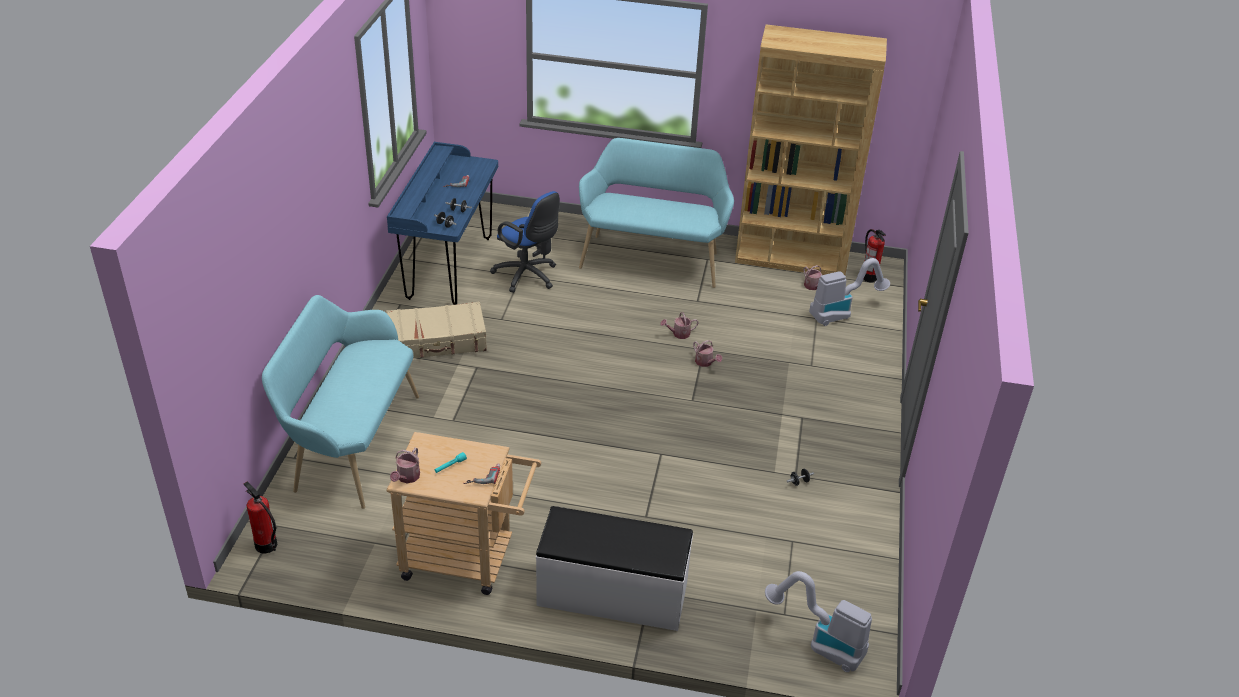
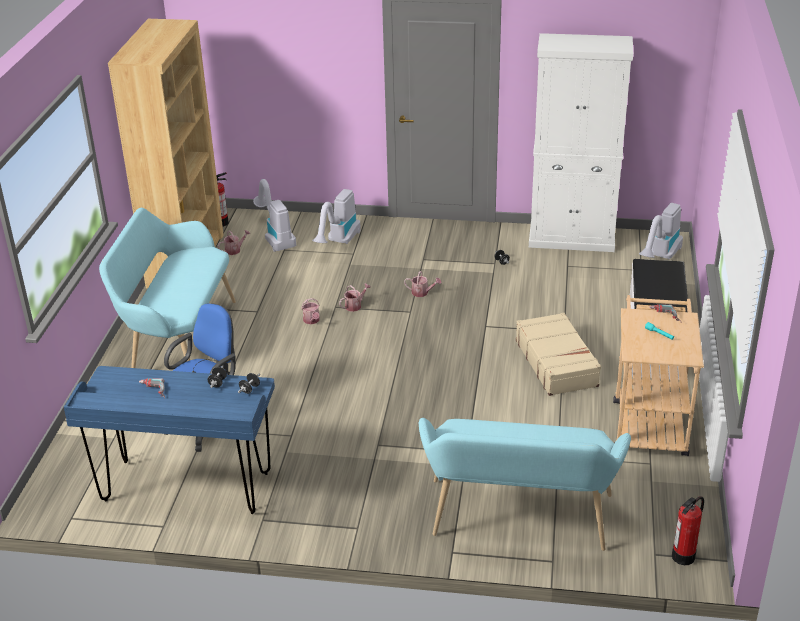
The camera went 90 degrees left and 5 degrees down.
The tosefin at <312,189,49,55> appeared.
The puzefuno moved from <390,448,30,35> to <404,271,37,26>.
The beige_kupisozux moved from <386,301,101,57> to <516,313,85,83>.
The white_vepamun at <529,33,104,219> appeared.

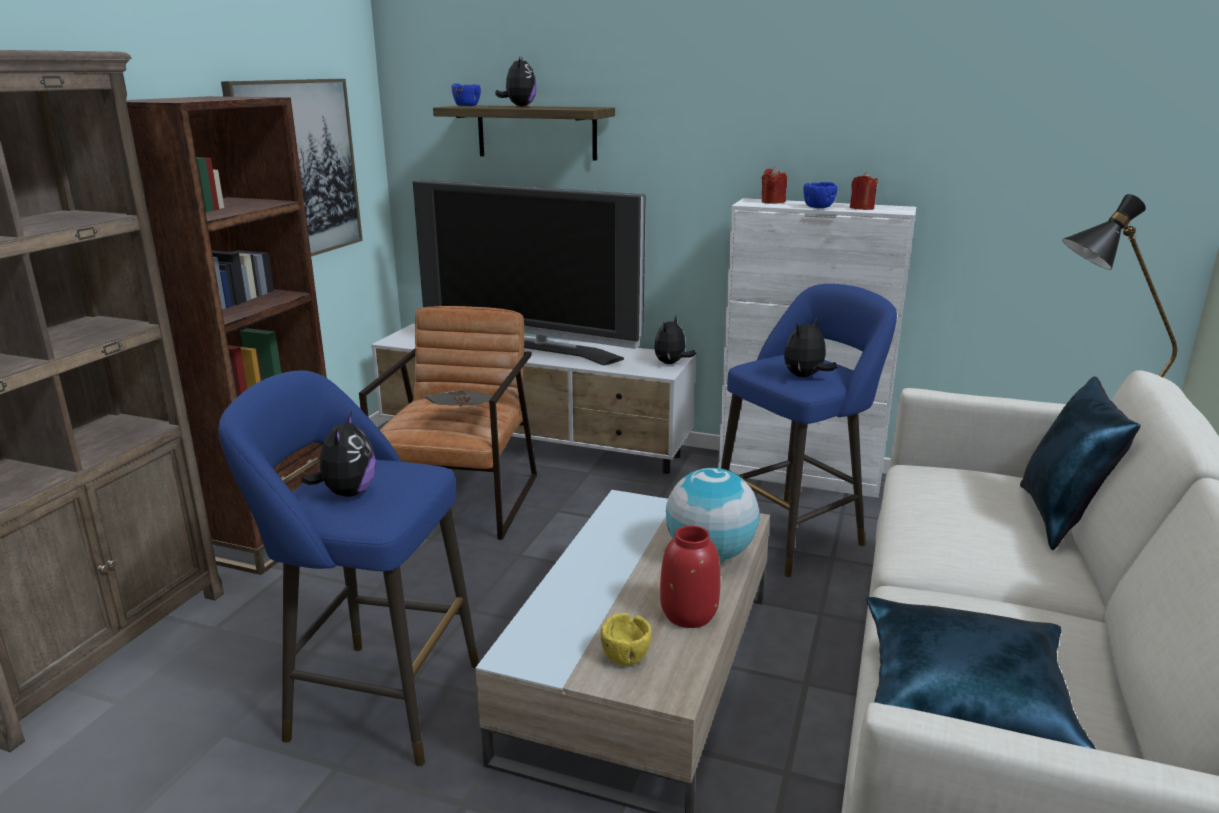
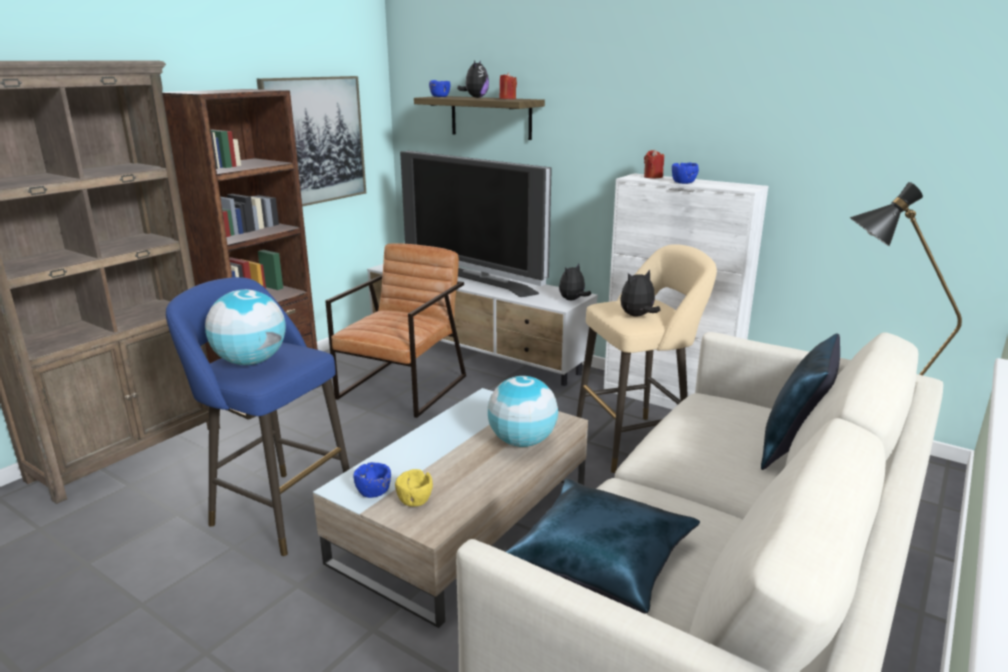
The camera went 15 degrees right and 0 degrees up.
The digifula at <301,411,75,86> was replaced by the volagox at <205,289,81,76>.
The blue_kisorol at <353,462,38,36> appeared.
The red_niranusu moved from <850,172,28,38> to <499,72,18,27>.
The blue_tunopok at <721,284,176,293> became the beige_tunopok at <576,244,141,229>.
The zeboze at <422,391,70,15> disappeared.
The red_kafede at <660,526,60,102> disappeared.

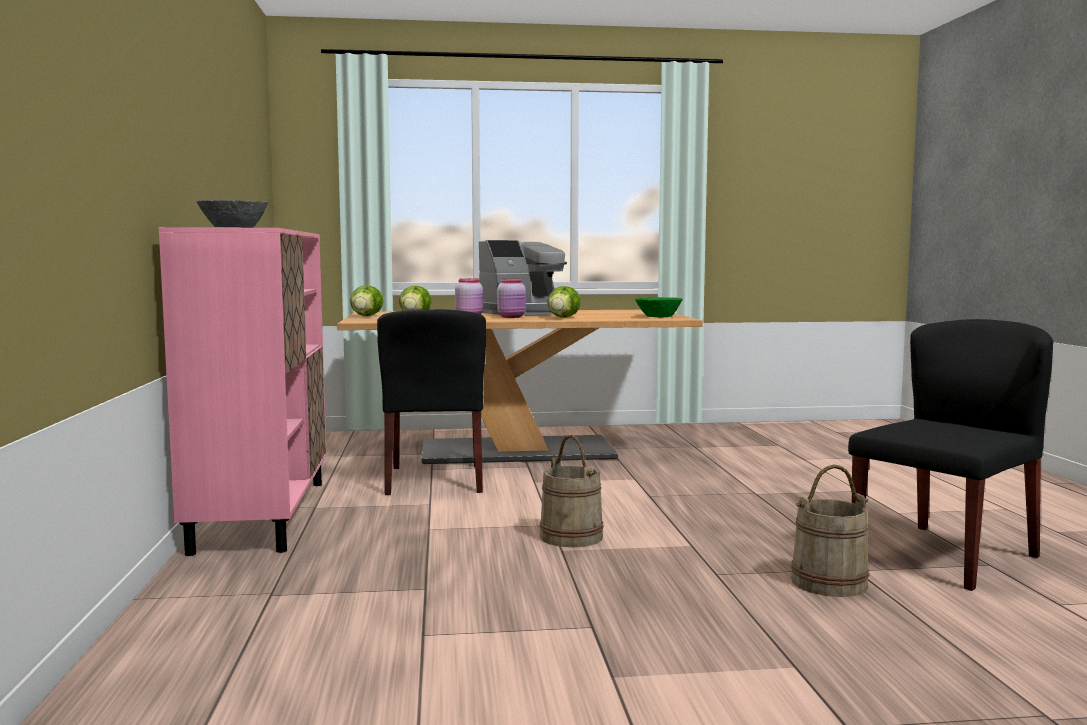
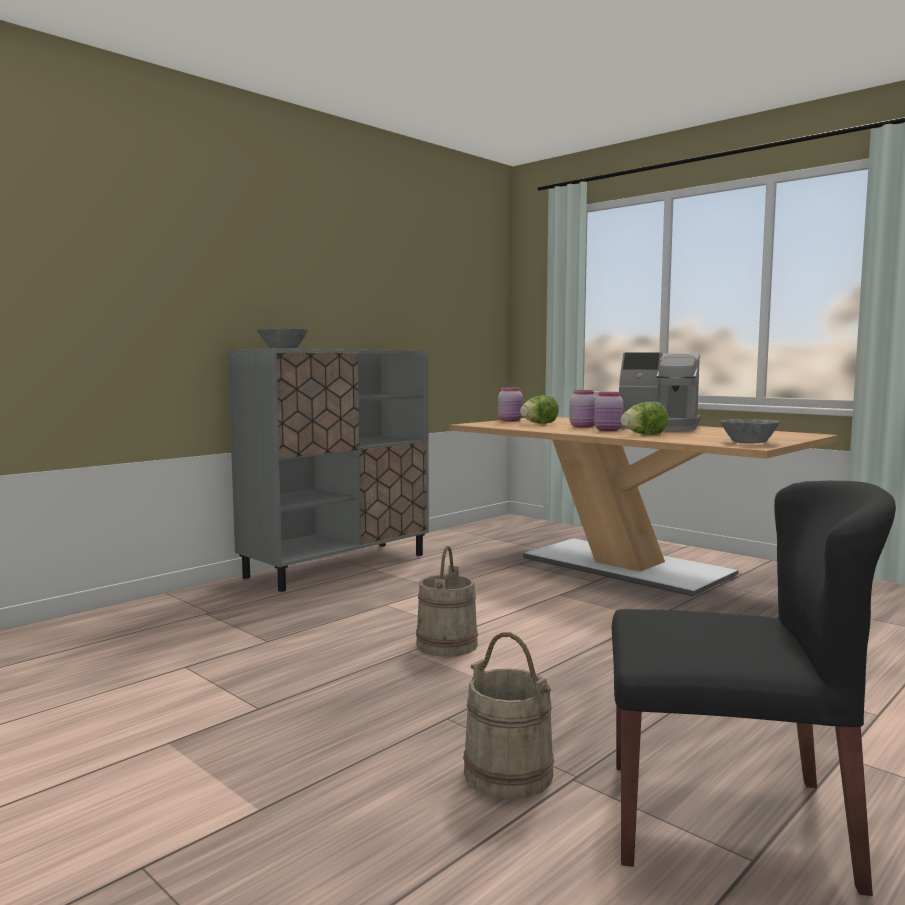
The camera went 50 degrees right and 0 degrees up.
The pink_vepamun at <159,227,167,329> became the grey_vepamun at <228,349,201,243>.
The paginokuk at <350,285,33,31> was replaced by the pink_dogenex at <498,387,25,34>.
The green_kisorol at <635,297,48,21> became the grey_kisorol at <721,419,59,25>.
The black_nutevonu at <377,309,109,186> disappeared.

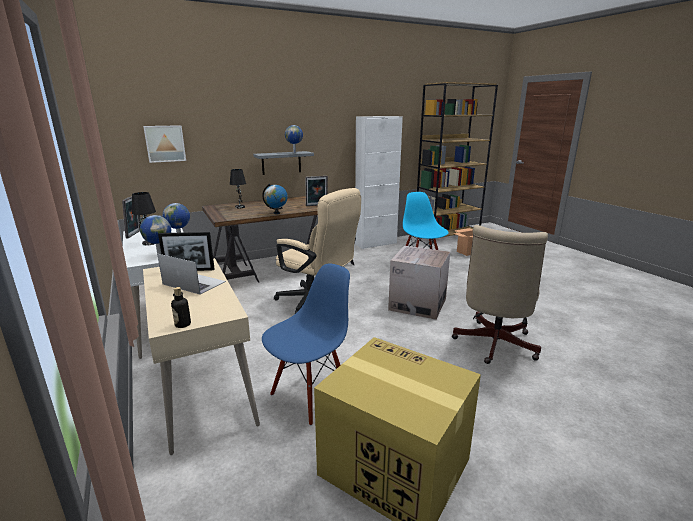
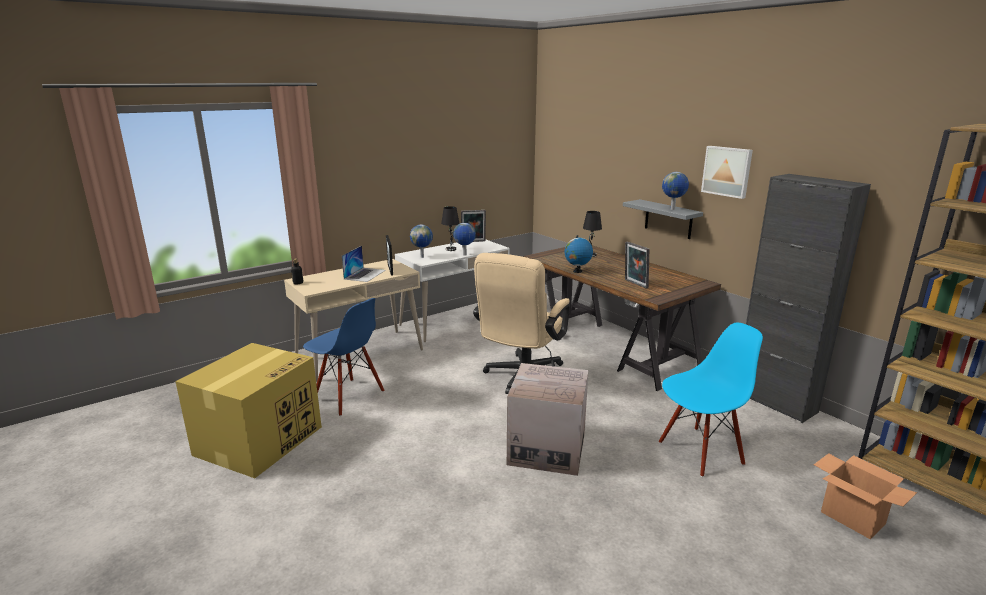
The camera went 80 degrees right and 0 degrees up.
The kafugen moved from <143,125,43,38> to <701,146,52,53>.
The white_vepamun at <355,116,48,133> became the black_vepamun at <746,174,125,249>.
The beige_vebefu at <452,225,96,139> disappeared.

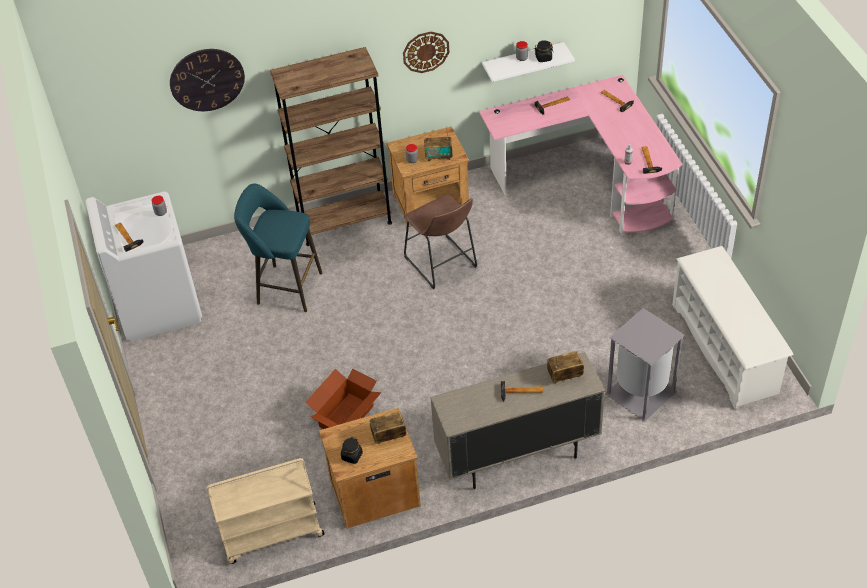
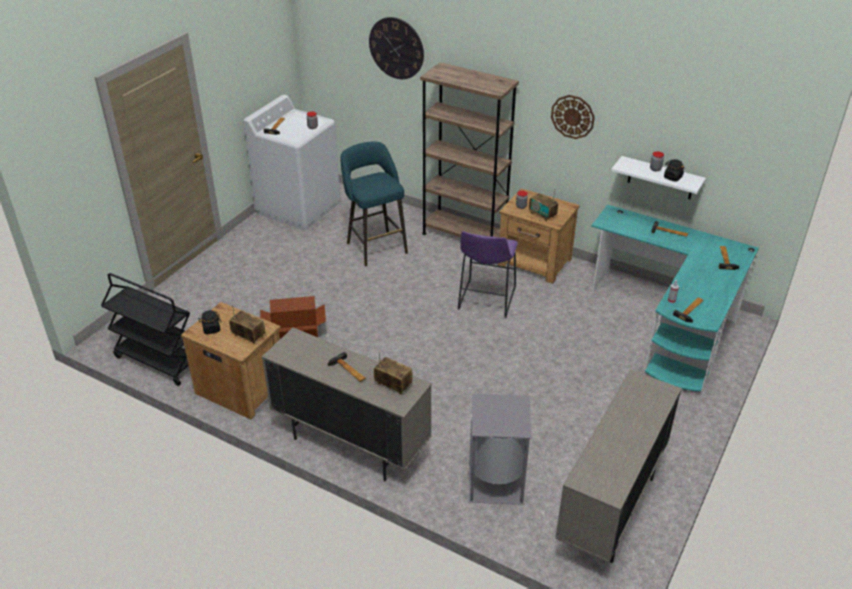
The camera went 45 degrees right and 10 degrees down.
The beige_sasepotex at <207,458,118,106> became the black_sasepotex at <101,273,89,113>.
The brown_tunopok at <404,194,73,95> became the purple_tunopok at <458,231,60,87>.
The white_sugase at <672,246,122,163> was replaced by the beige_vepamun at <555,370,127,193>.
The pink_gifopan at <479,75,203,159> became the turquoise_gifopan at <591,204,168,190>.

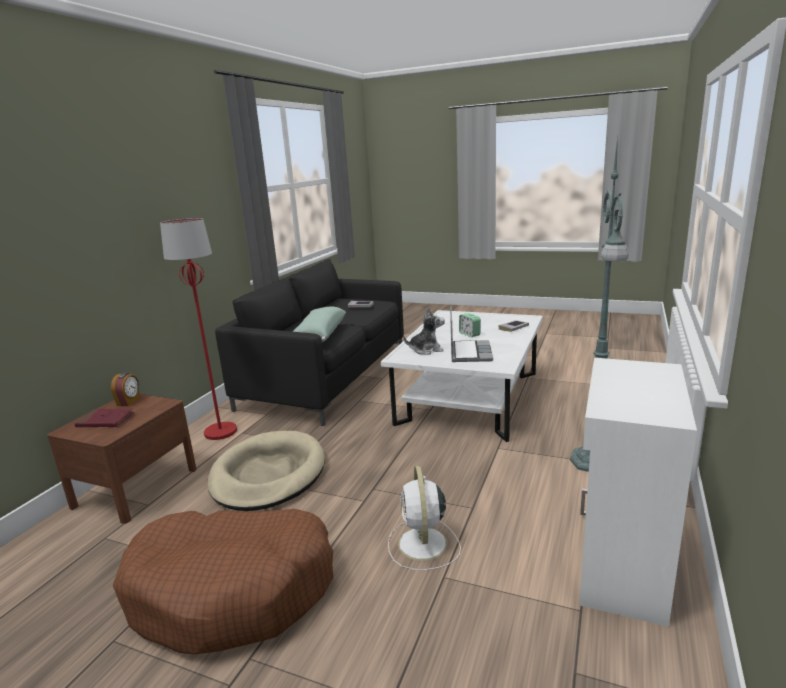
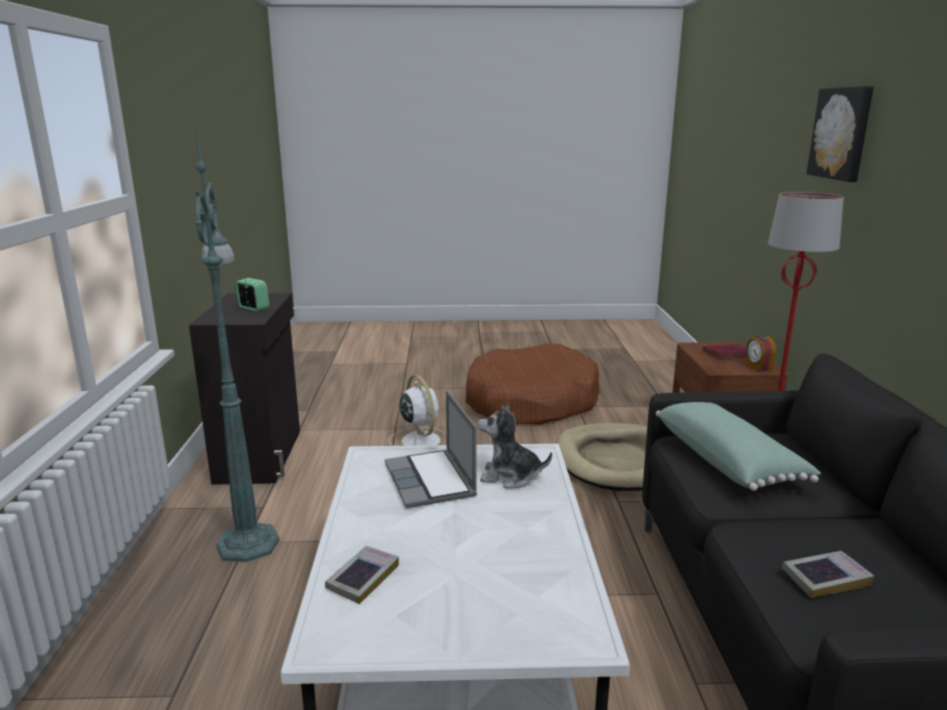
The camera went 155 degrees right and 0 degrees up.
The white_vepamun at <579,358,118,269> became the black_vepamun at <189,293,111,192>.
The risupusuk moved from <459,313,22,24> to <235,278,34,34>.
The digifula at <403,307,42,48> turned 45 degrees clockwise.
The kafugen at <806,86,68,96> appeared.

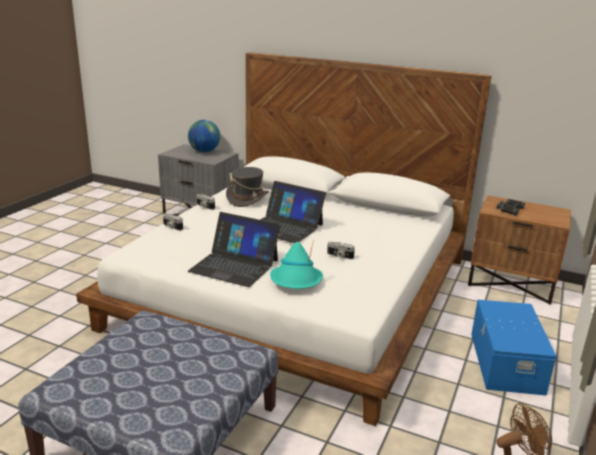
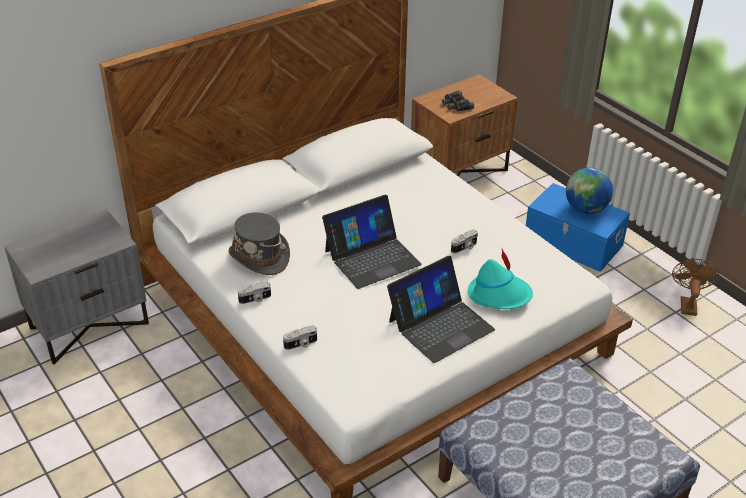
The camera went 60 degrees left and 15 degrees up.
The volagox moved from <188,120,32,32> to <566,168,47,46>.

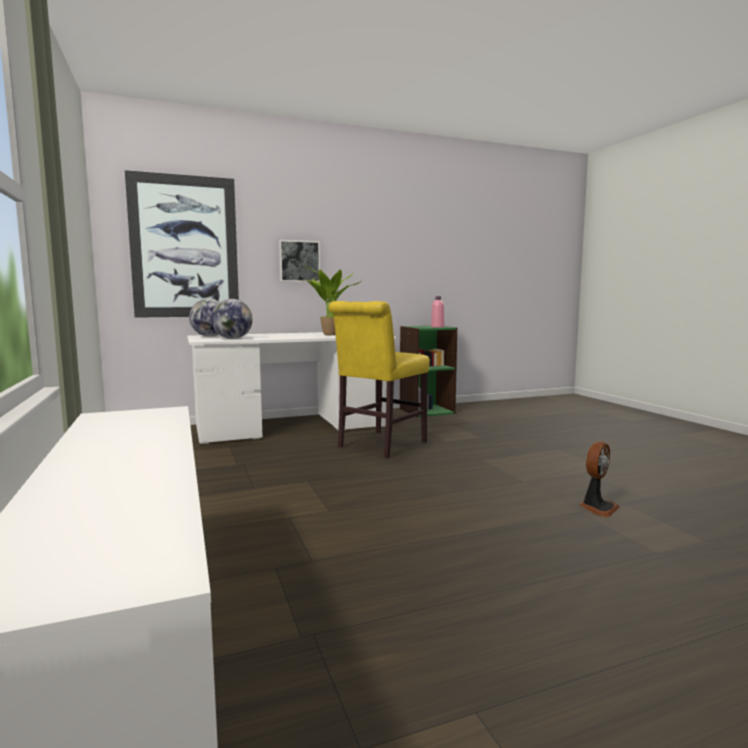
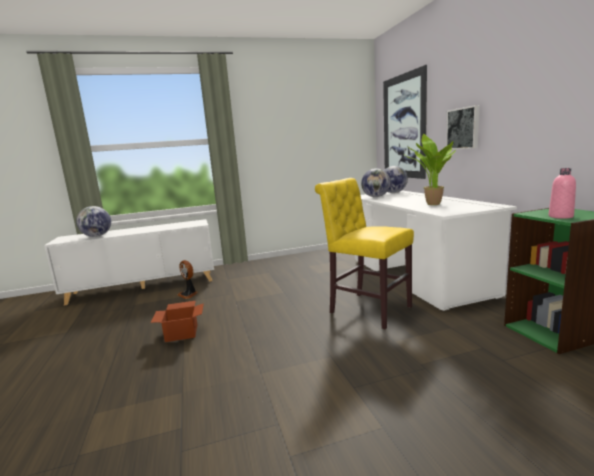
The camera went 95 degrees right and 5 degrees up.
The volagox at <76,206,35,31> appeared.
The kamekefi at <151,301,53,41> appeared.
The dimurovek moved from <579,442,41,75> to <178,260,20,39>.

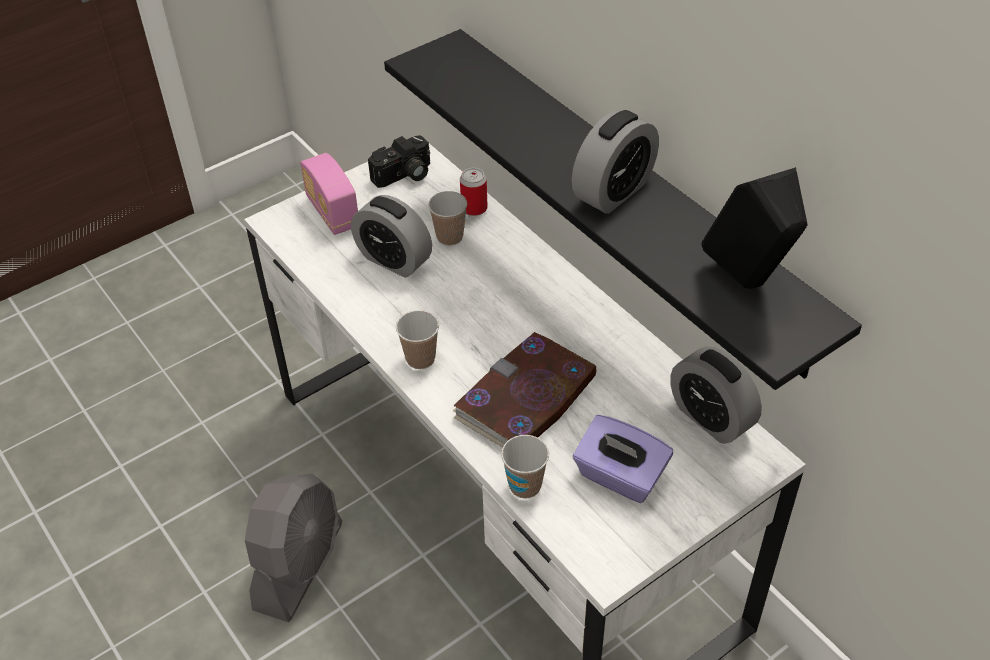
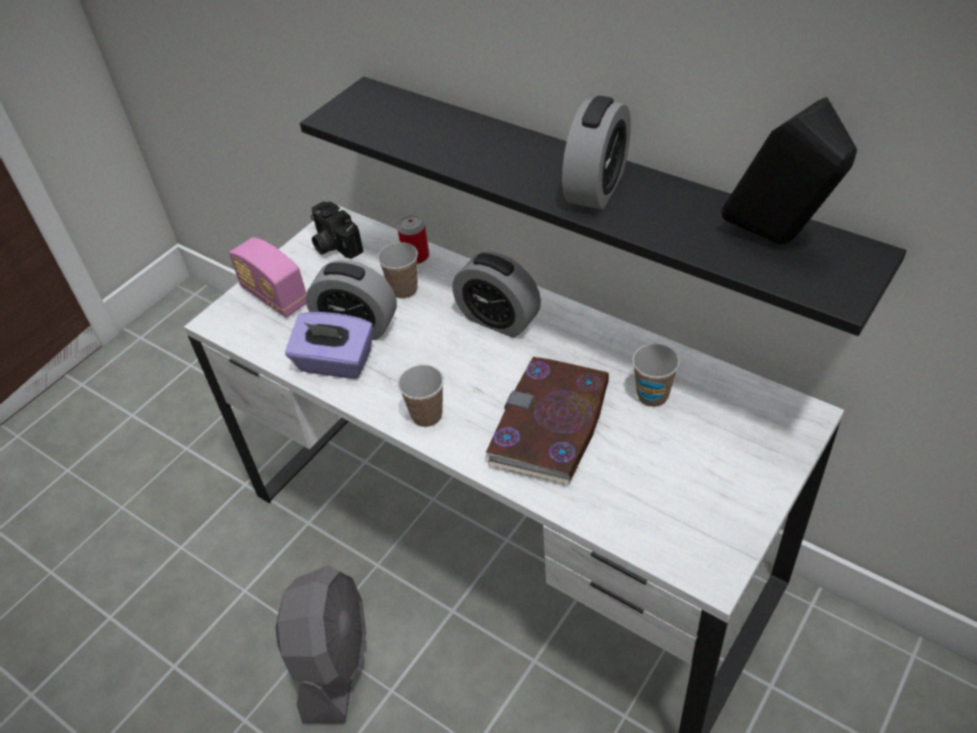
The camera went 15 degrees left and 0 degrees up.
The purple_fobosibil moved from <573,415,100,88> to <285,312,88,67>.
The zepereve at <368,135,62,53> turned 105 degrees clockwise.
The risupusuk moved from <670,347,92,97> to <452,252,89,86>.
The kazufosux moved from <501,435,48,64> to <632,344,48,63>.

